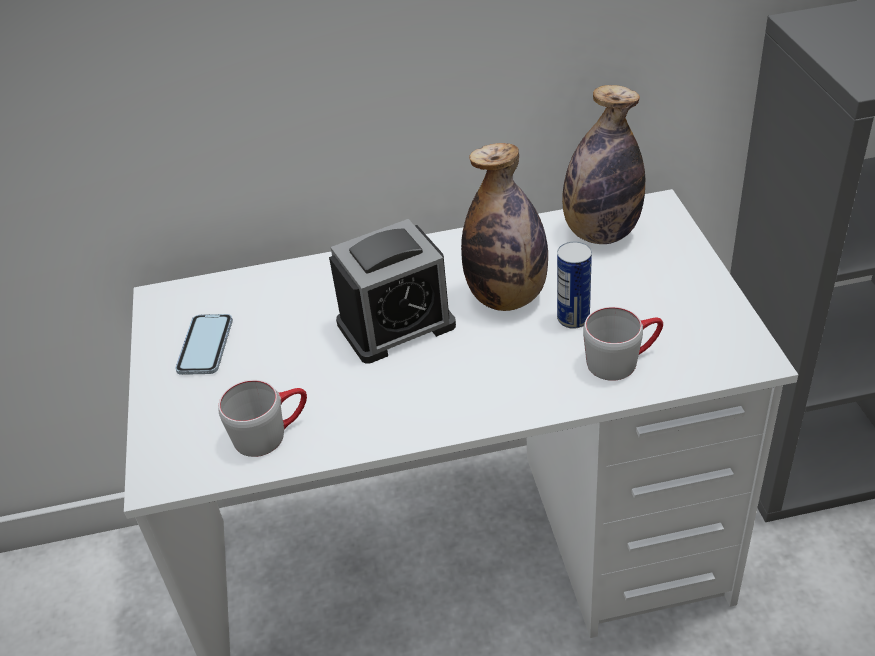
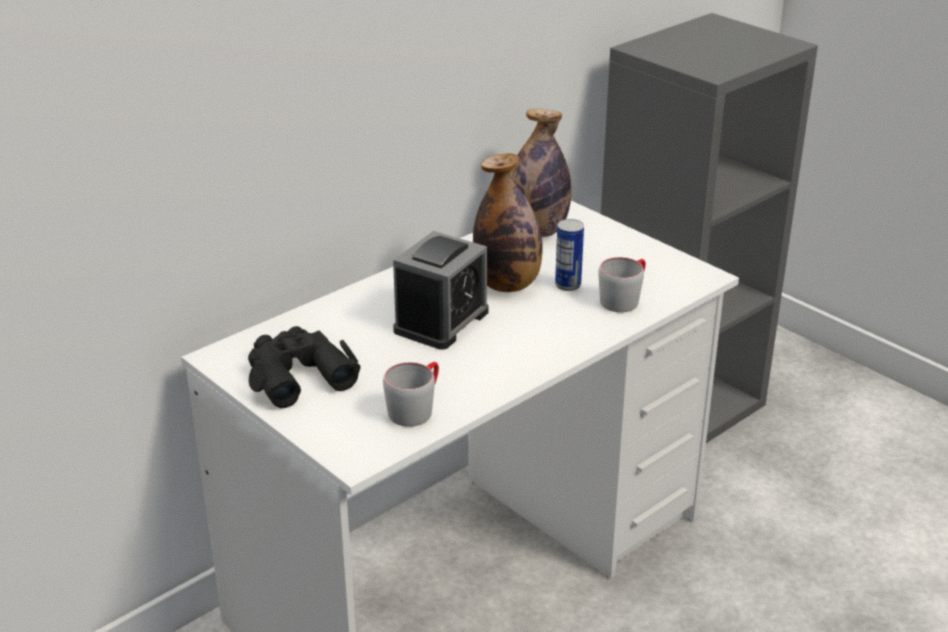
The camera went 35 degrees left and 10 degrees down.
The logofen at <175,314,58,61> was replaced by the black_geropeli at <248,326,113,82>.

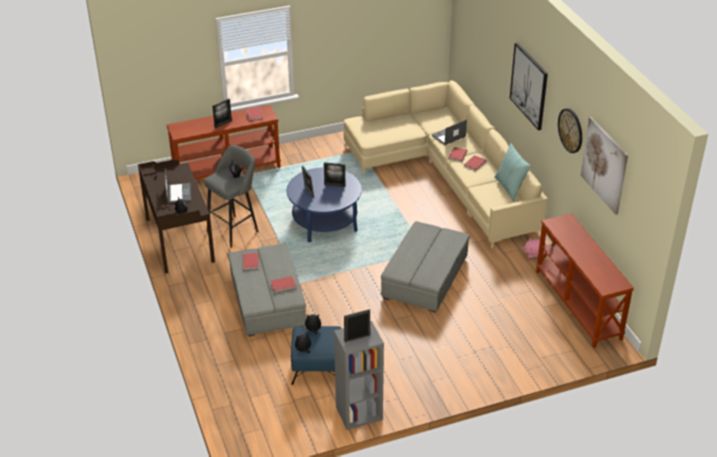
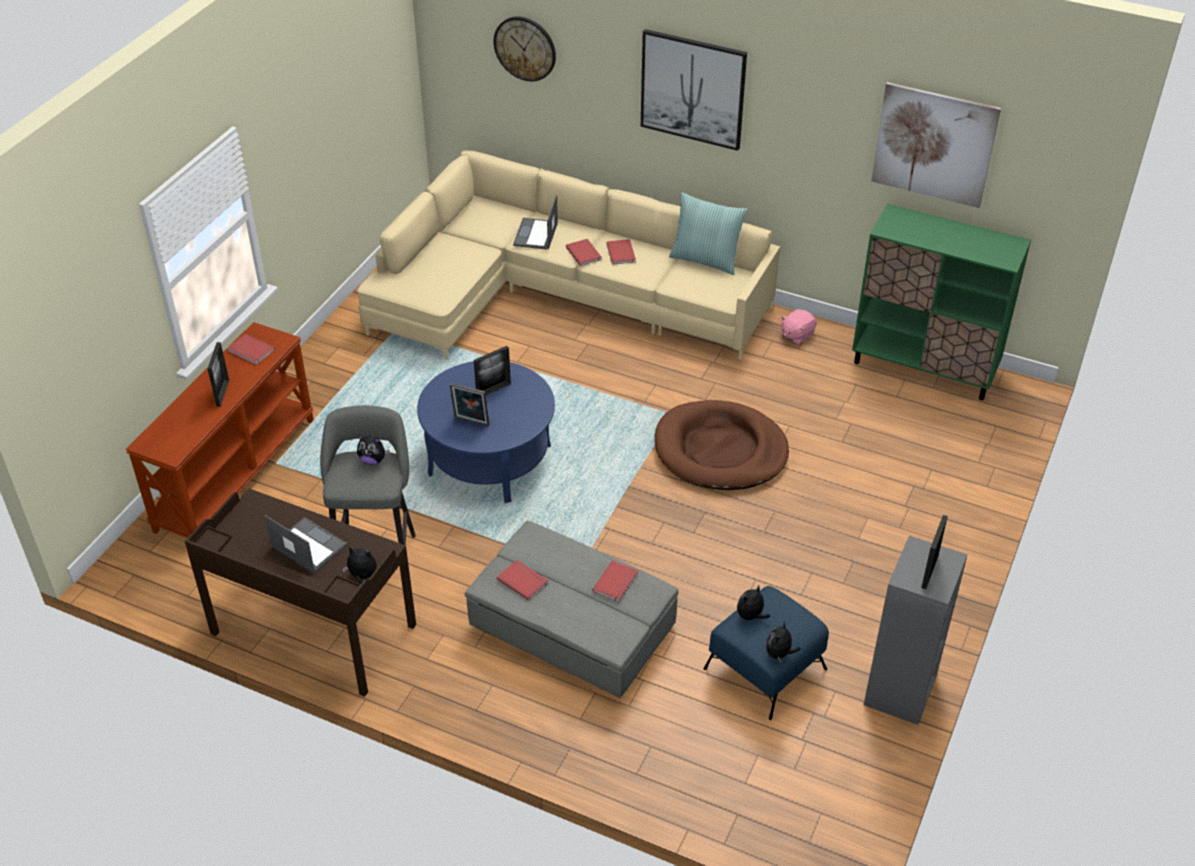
The camera went 45 degrees left and 5 degrees up.
The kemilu moved from <558,108,24,45> to <493,16,63,65>.
The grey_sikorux at <381,221,89,91> was replaced by the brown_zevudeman at <655,400,134,90>.
The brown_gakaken at <536,213,98,135> was replaced by the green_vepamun at <852,204,179,196>.

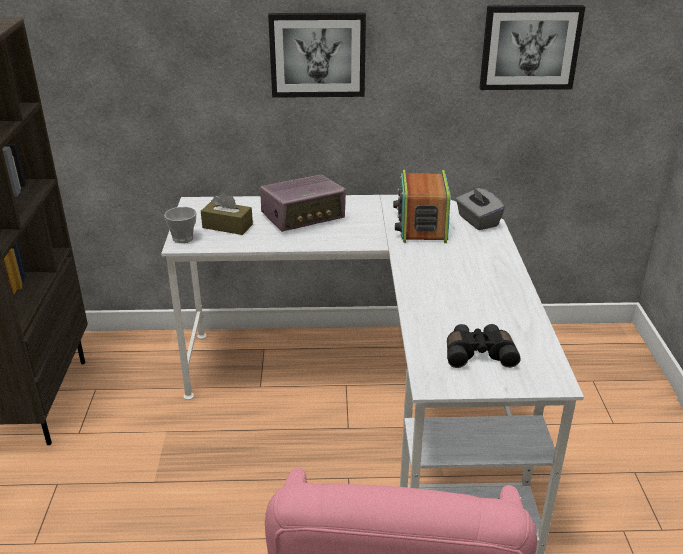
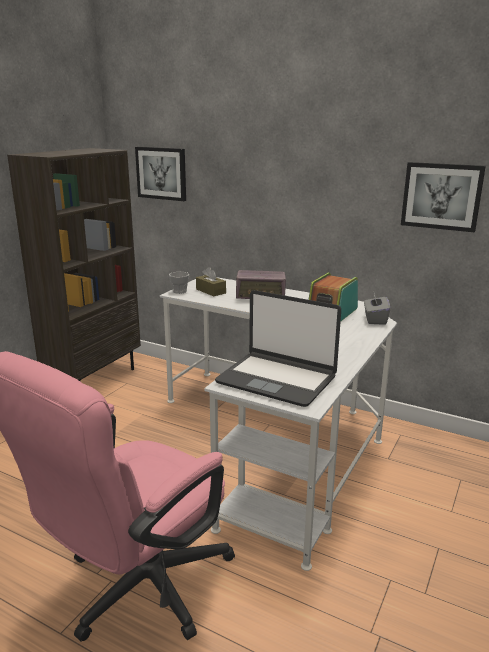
The camera went 30 degrees right and 10 degrees down.
The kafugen moved from <268,13,98,85> to <135,147,51,54>.
The black_geropeli at <447,324,74,44> was replaced by the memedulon at <215,290,126,117>.

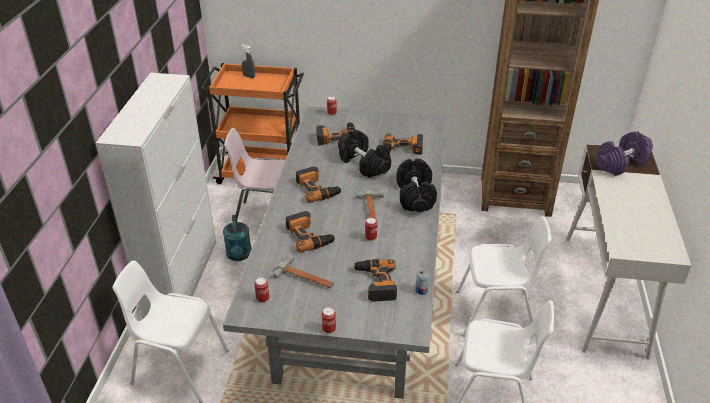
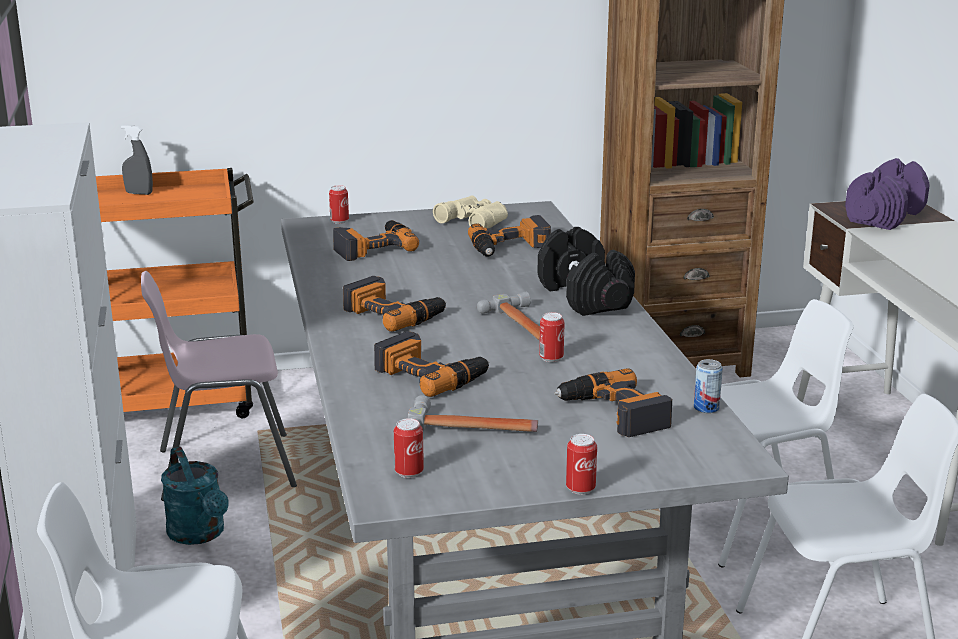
The camera went 20 degrees left and 15 degrees down.
The beige_geropeli at <433,196,75,32> appeared.
The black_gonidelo at <338,130,53,48> disappeared.

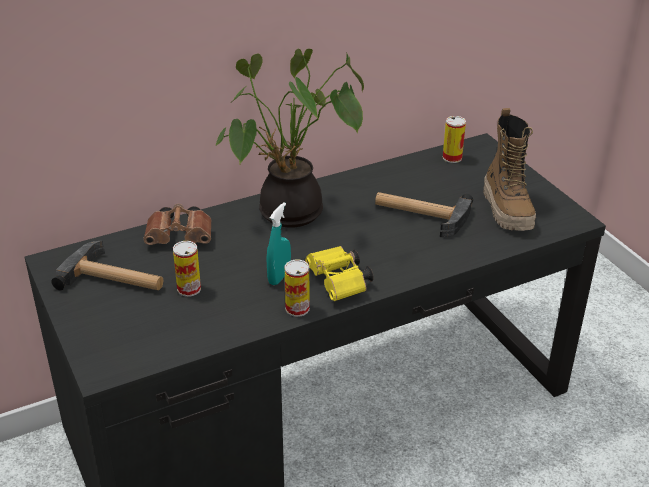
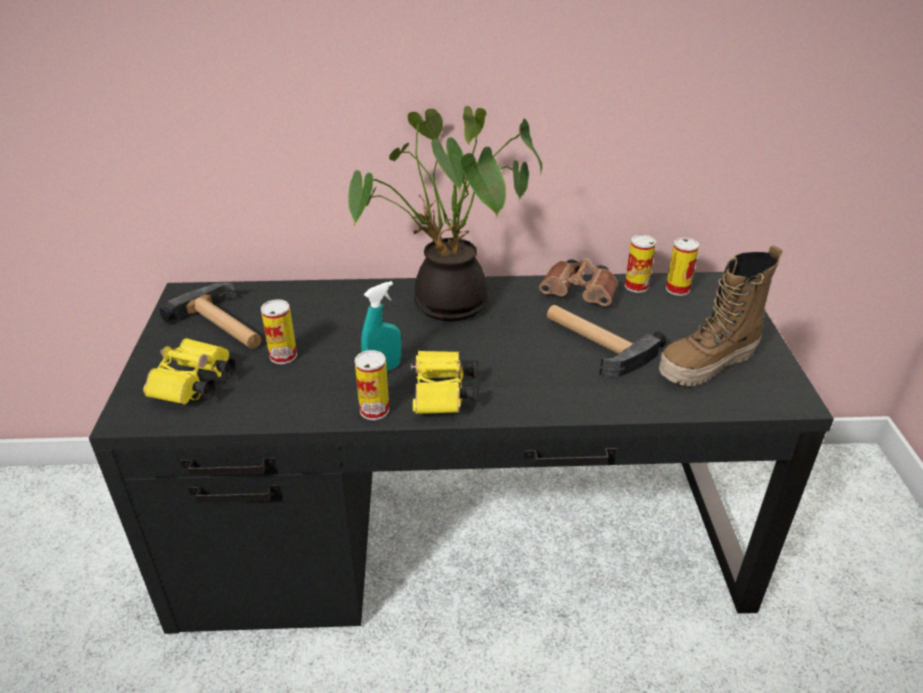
The camera went 25 degrees right and 0 degrees up.
The yellow_geropeli at <143,338,93,66> appeared.
The brown_geropeli moved from <143,204,69,41> to <539,257,79,49>.
The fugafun at <625,235,31,58> appeared.
The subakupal at <483,108,53,123> turned 45 degrees clockwise.

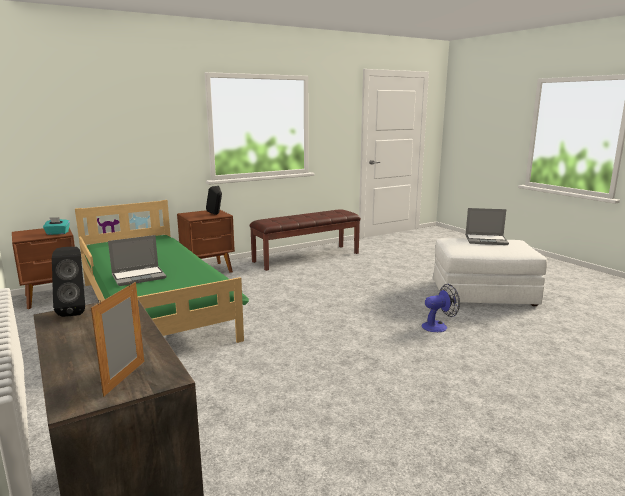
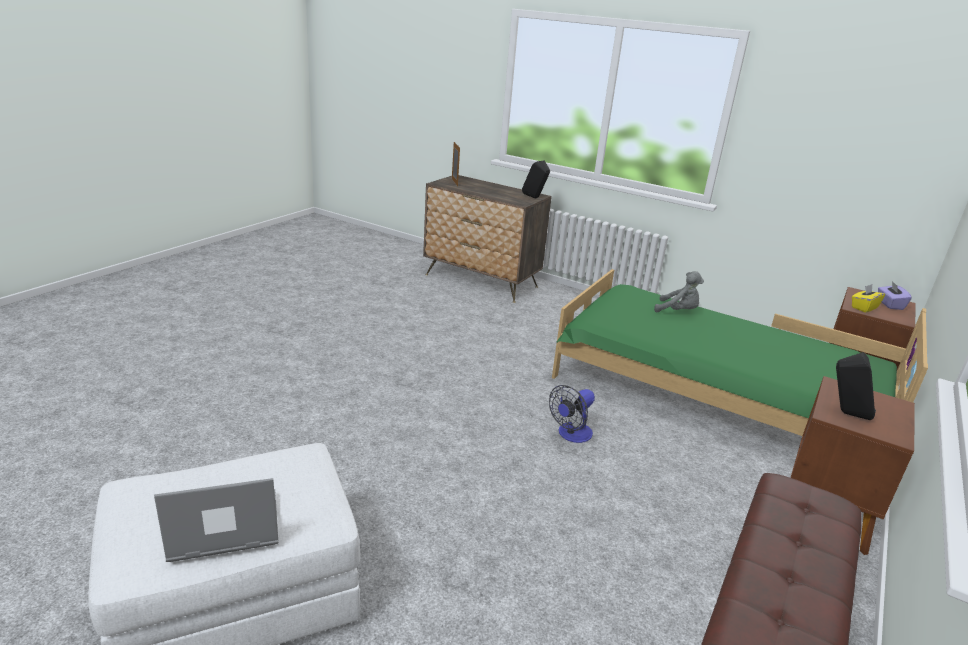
The camera went 150 degrees right and 10 degrees up.
The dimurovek moved from <422,284,38,48> to <549,385,46,58>.
The memedulon at <108,235,58,51> was replaced by the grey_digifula at <654,271,50,41>.
The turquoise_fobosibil at <43,217,27,18> became the yellow_fobosibil at <852,284,33,29>.
The purple_fobosibil at <878,281,34,29> appeared.

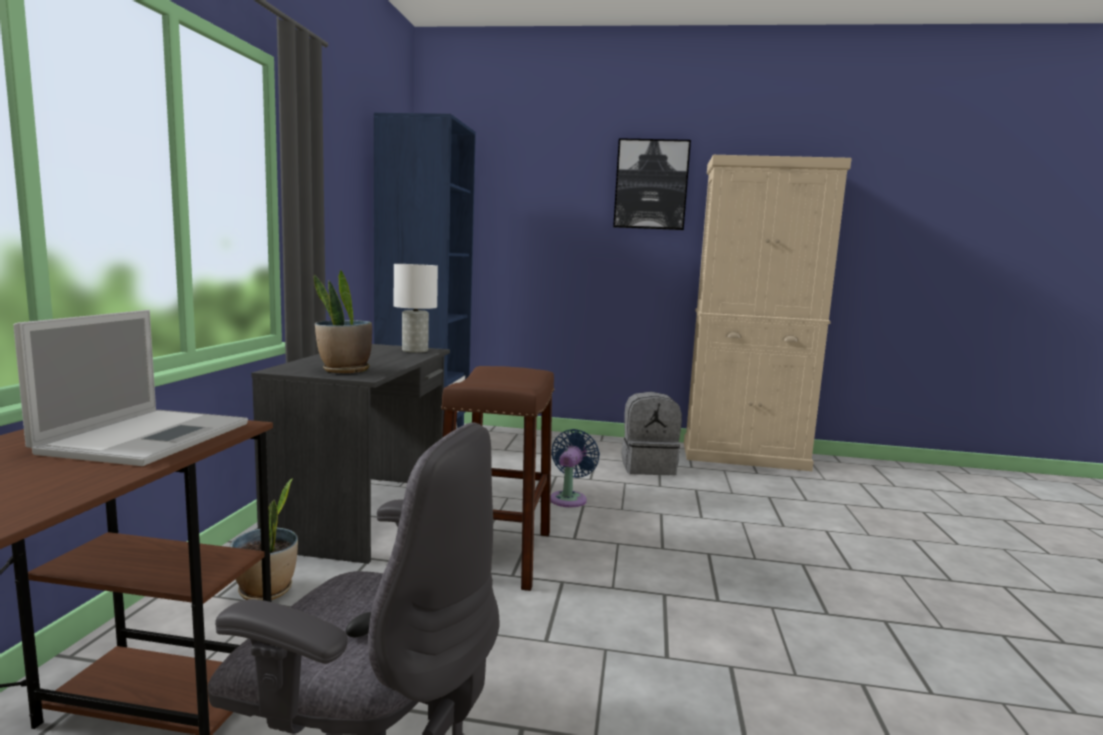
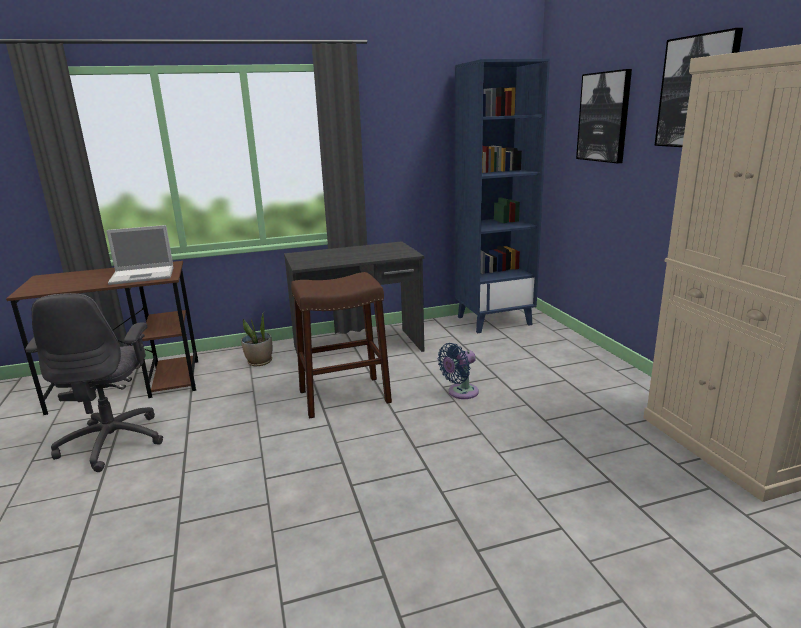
The camera went 65 degrees right and 10 degrees up.
The blue_dimurovek at <550,429,50,78> turned 150 degrees clockwise.
The kafugen at <576,69,56,94> appeared.
The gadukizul at <314,270,58,103> disappeared.
The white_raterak at <394,264,44,89> disappeared.
The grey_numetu at <621,392,61,83> disappeared.

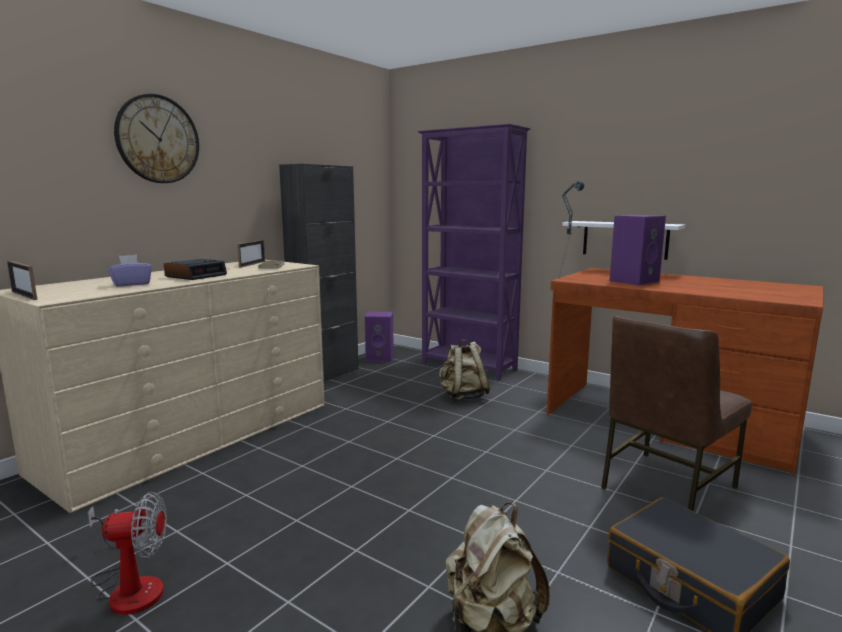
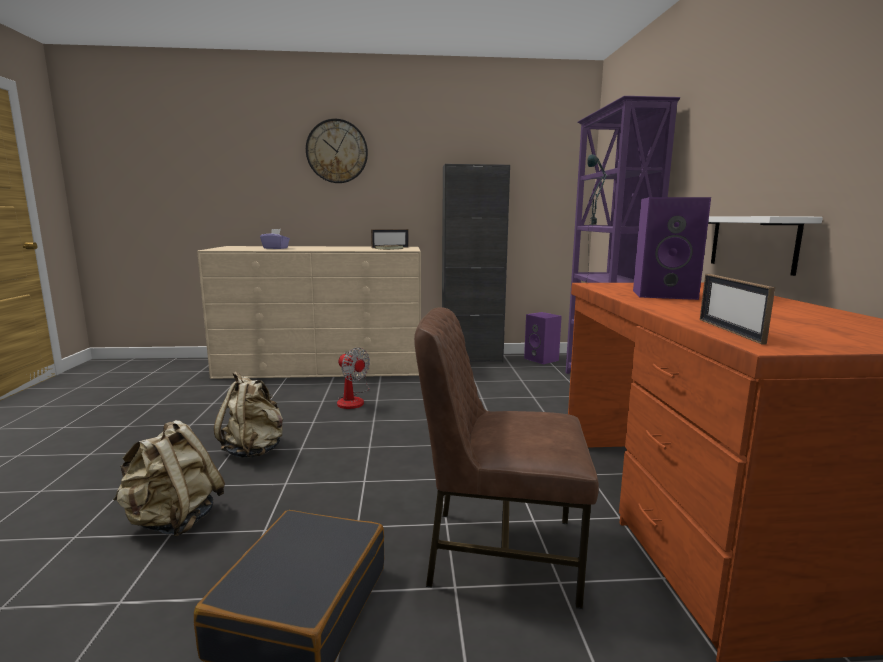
The camera went 50 degrees right and 0 degrees up.
The beige_numetu moved from <439,339,52,62> to <214,371,69,87>.
The dimurovek moved from <88,492,79,123> to <337,348,33,61>.
The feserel moved from <7,261,30,39> to <700,274,75,70>.
The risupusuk at <164,259,63,21> disappeared.

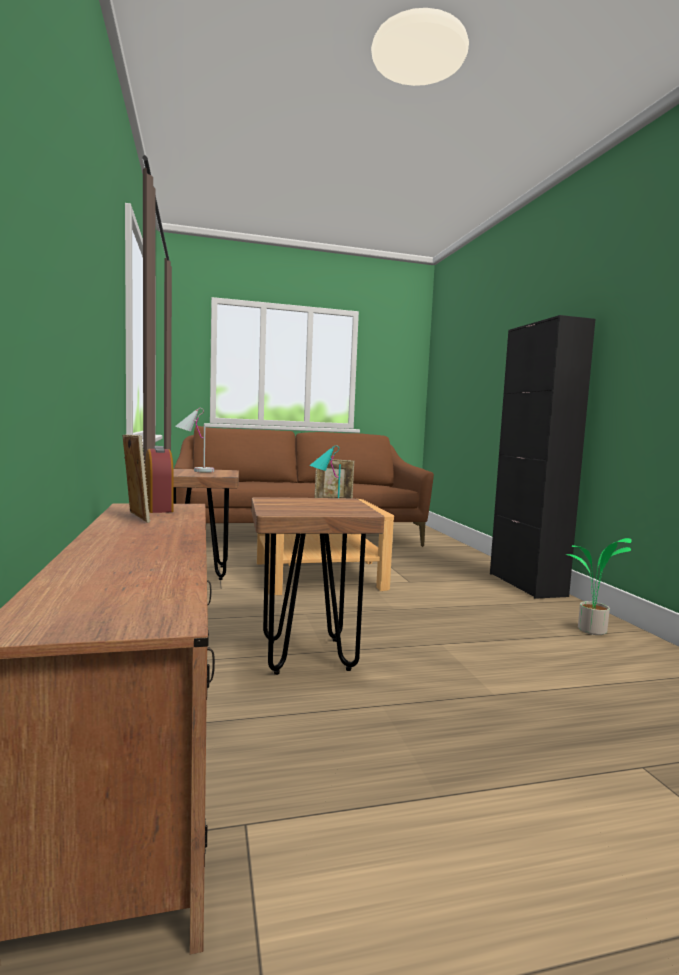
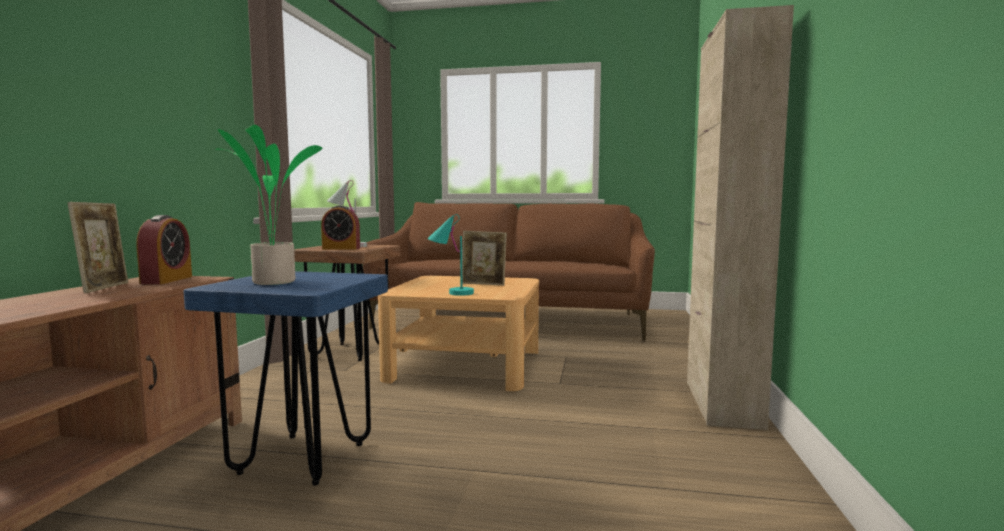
The camera went 25 degrees right and 0 degrees up.
The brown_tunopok at <252,497,133,178> became the blue_tunopok at <183,271,205,215>.
The gadukizul moved from <566,538,66,97> to <215,125,107,160>.
The risupusuk at <321,205,39,45> appeared.
The black_vepamun at <490,315,105,284> became the beige_vepamun at <687,5,107,425>.

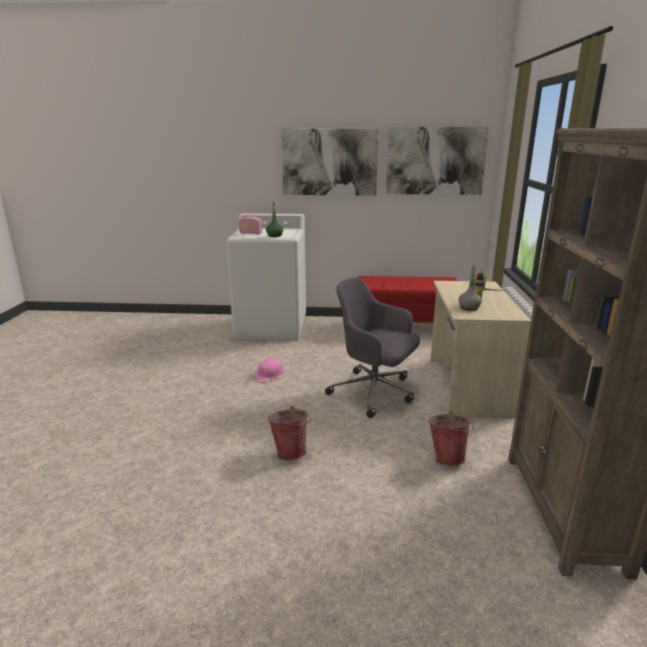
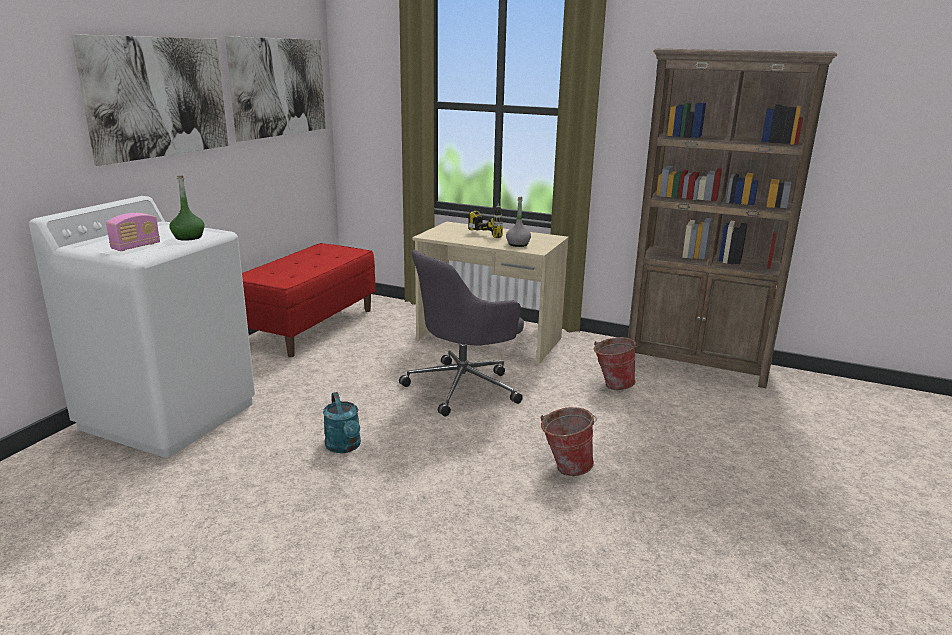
The camera went 70 degrees left and 0 degrees up.
The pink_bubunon at <253,358,31,24> was replaced by the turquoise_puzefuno at <323,392,38,61>.

